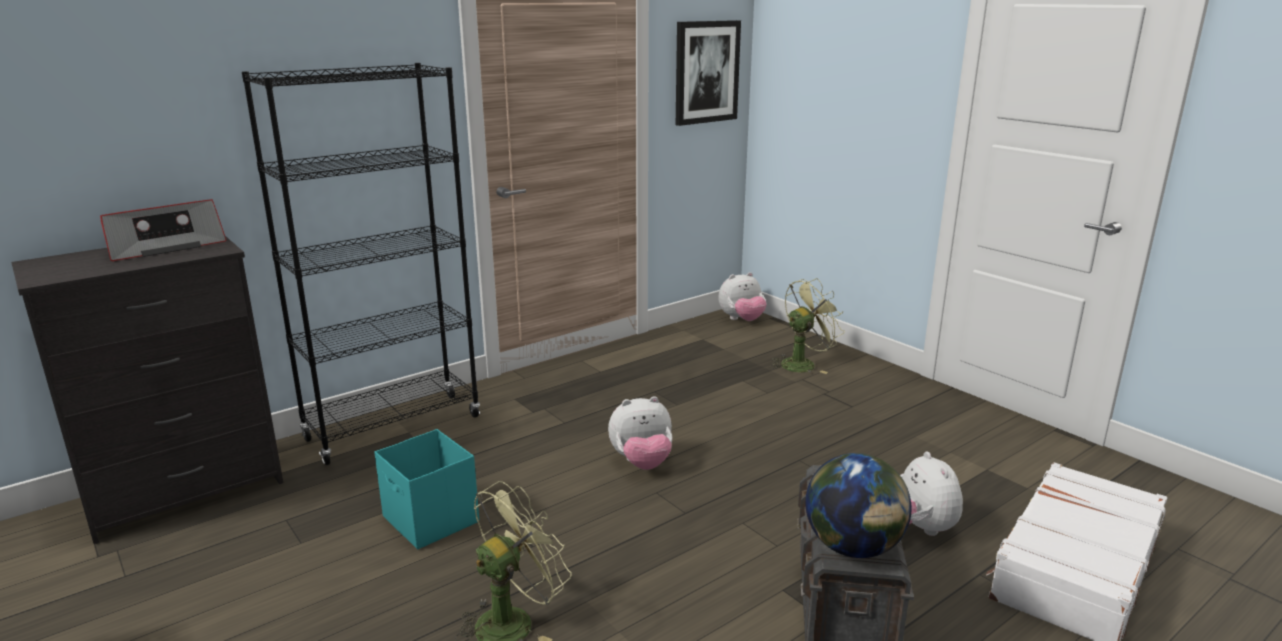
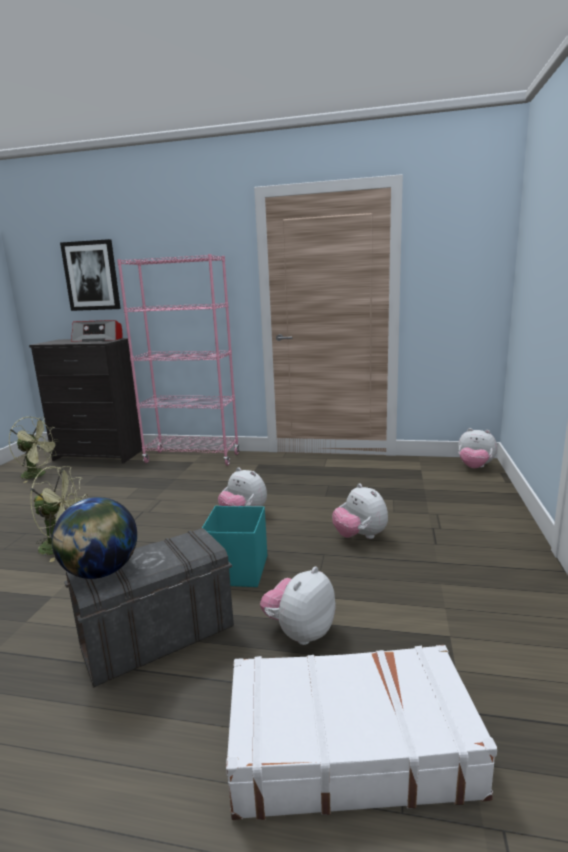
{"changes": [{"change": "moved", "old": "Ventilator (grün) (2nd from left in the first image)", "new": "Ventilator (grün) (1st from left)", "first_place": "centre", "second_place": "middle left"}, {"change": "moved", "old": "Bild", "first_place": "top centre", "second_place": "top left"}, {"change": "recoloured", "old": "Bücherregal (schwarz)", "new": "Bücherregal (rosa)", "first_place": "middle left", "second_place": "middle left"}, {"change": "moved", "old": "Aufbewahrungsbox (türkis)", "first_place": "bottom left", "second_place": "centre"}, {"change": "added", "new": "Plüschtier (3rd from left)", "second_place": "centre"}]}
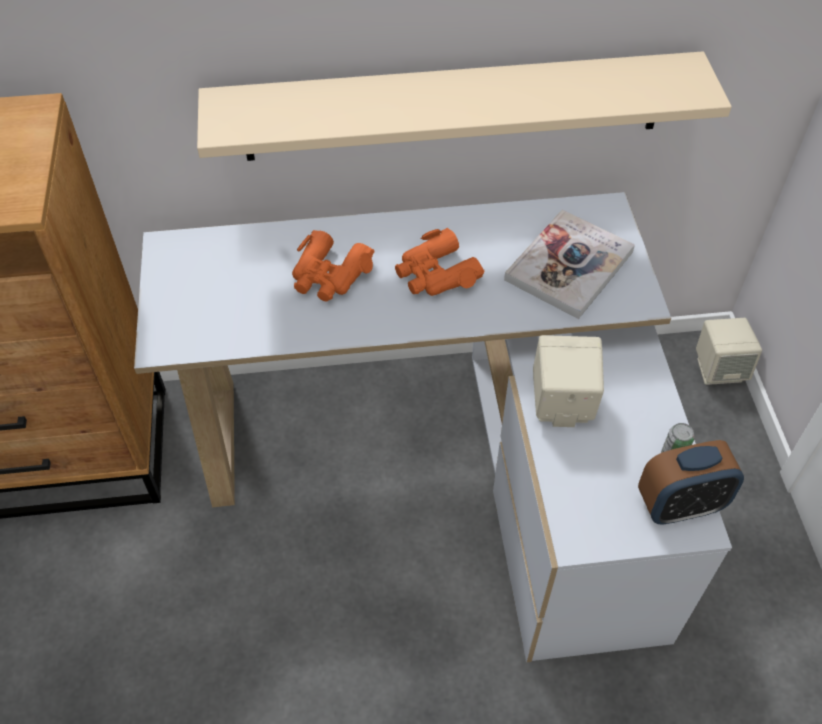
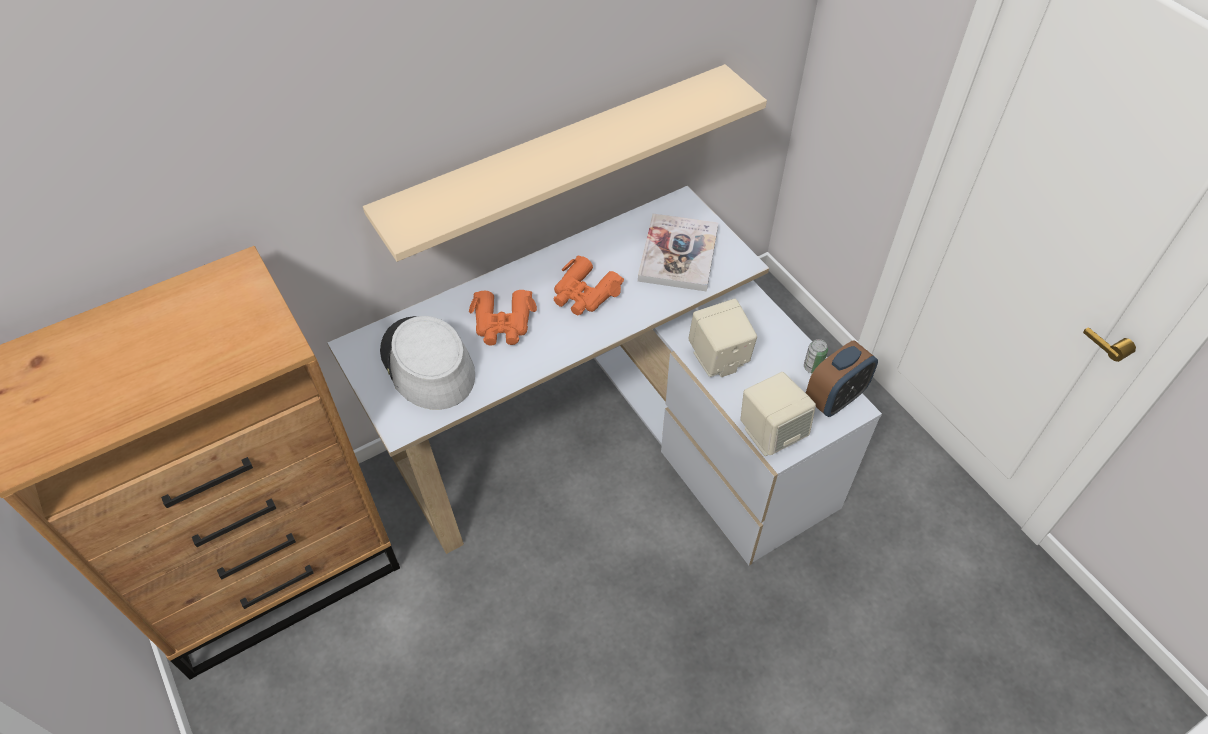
{"changes": [{"change": "added", "new": "Hut (grau)", "second_place": "centre"}, {"change": "moved", "old": "Lautsprecher (beige) (2nd from left)", "first_place": "middle right", "second_place": "centre"}]}
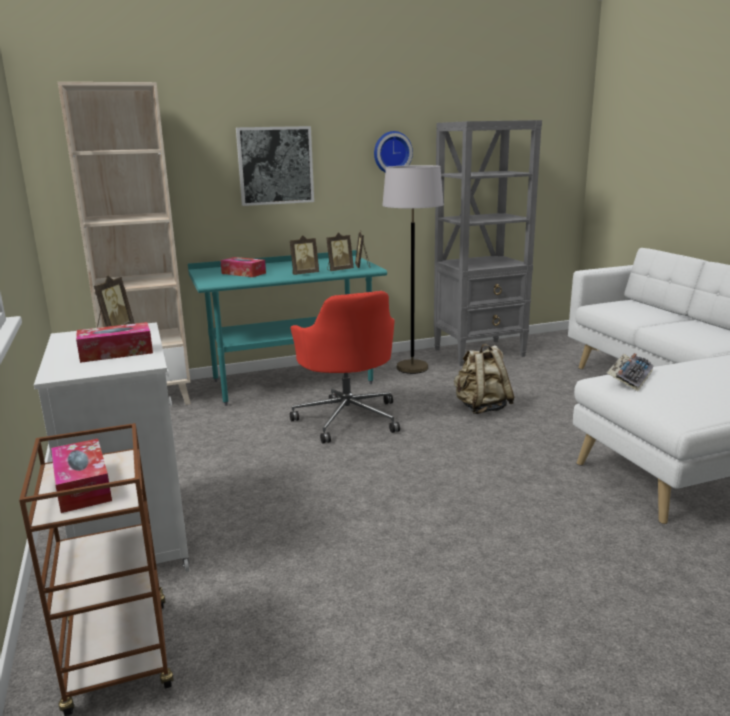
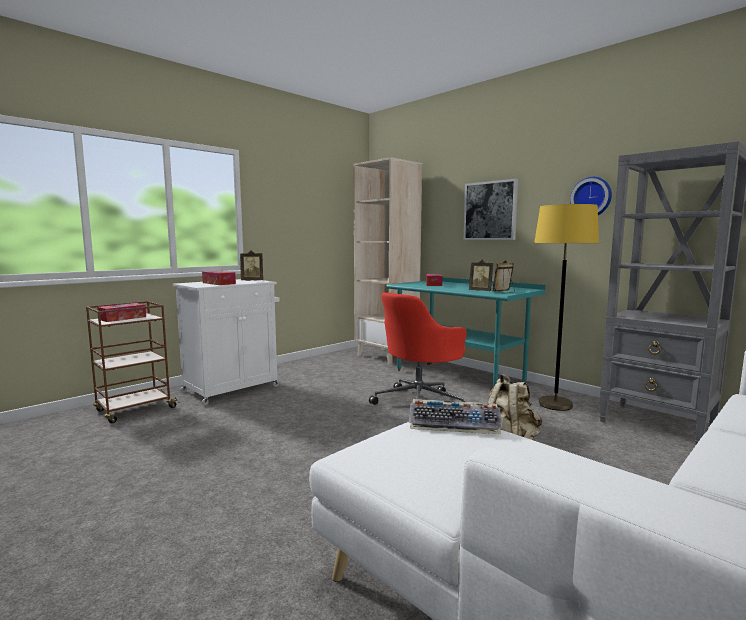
{"changes": [{"change": "recoloured", "old": "Stehlampe (grau)", "new": "Stehlampe (gelb)", "first_place": "centre", "second_place": "middle right"}, {"change": "removed", "old": "Bilderrahmen (2nd from left)", "first_place": "centre"}]}
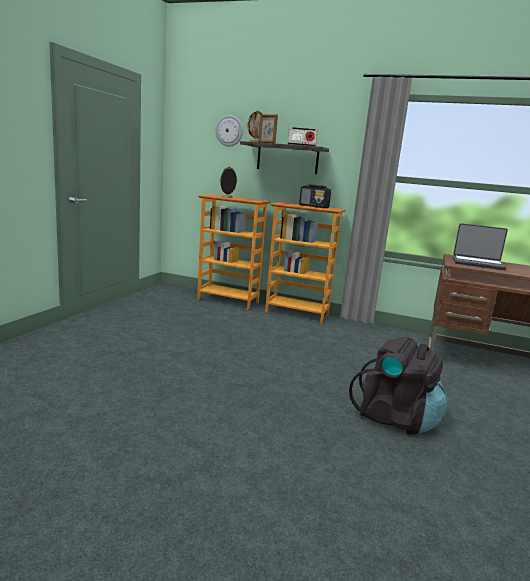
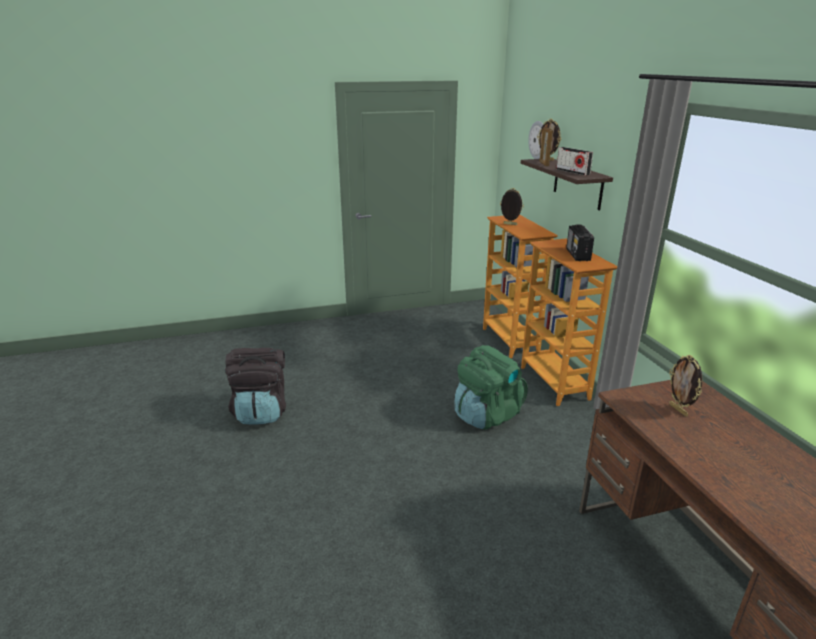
{"changes": [{"change": "moved", "old": "Rucksack (schwarz)", "first_place": "middle right", "second_place": "middle left"}, {"change": "added", "new": "Rucksack (grün)", "second_place": "centre"}, {"change": "replaced", "old": "Laptop", "new": "Bilderrahmen (4th from left)", "first_place": "middle right", "second_place": "middle right"}]}
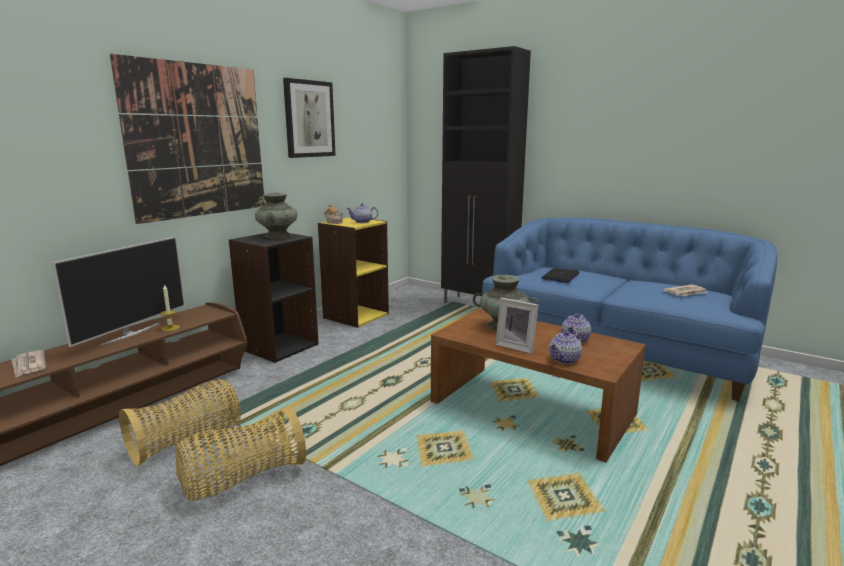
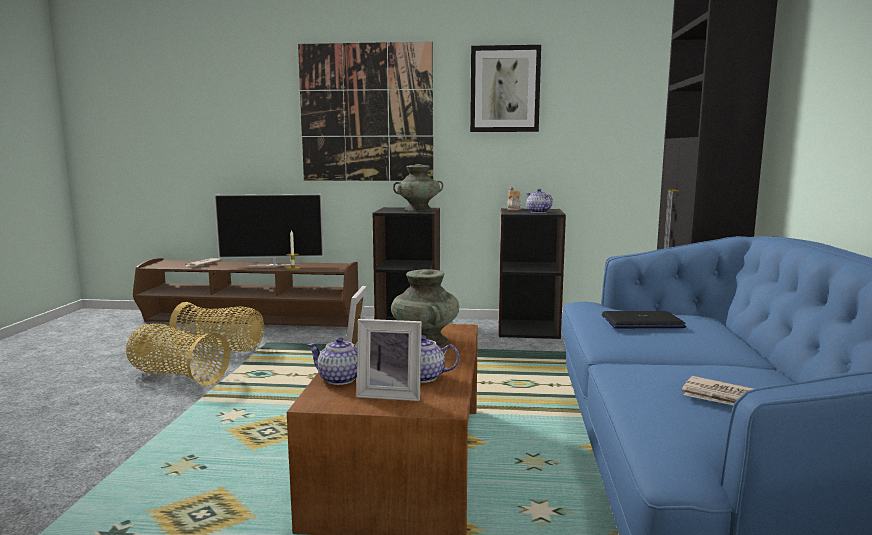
{"changes": [{"change": "added", "new": "Bilderrahmen (2nd from left)", "second_place": "bottom centre"}, {"change": "recoloured", "old": "Bücherregal (gelb)", "new": "Bücherregal (schwarz) (2nd from left)", "first_place": "centre", "second_place": "centre"}]}
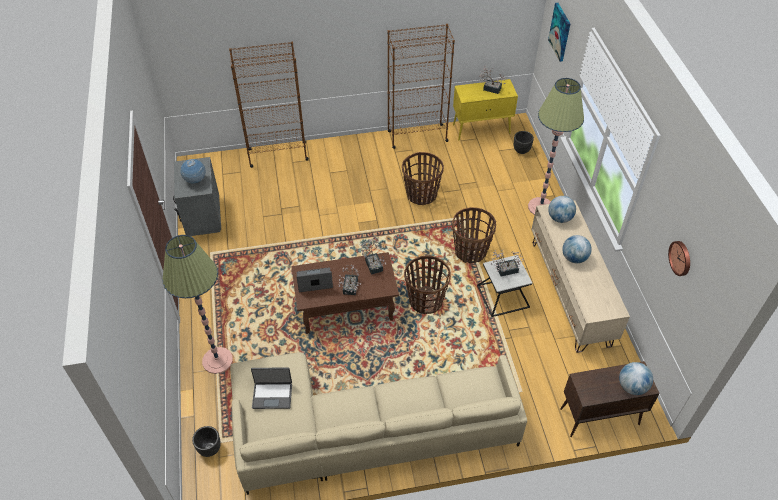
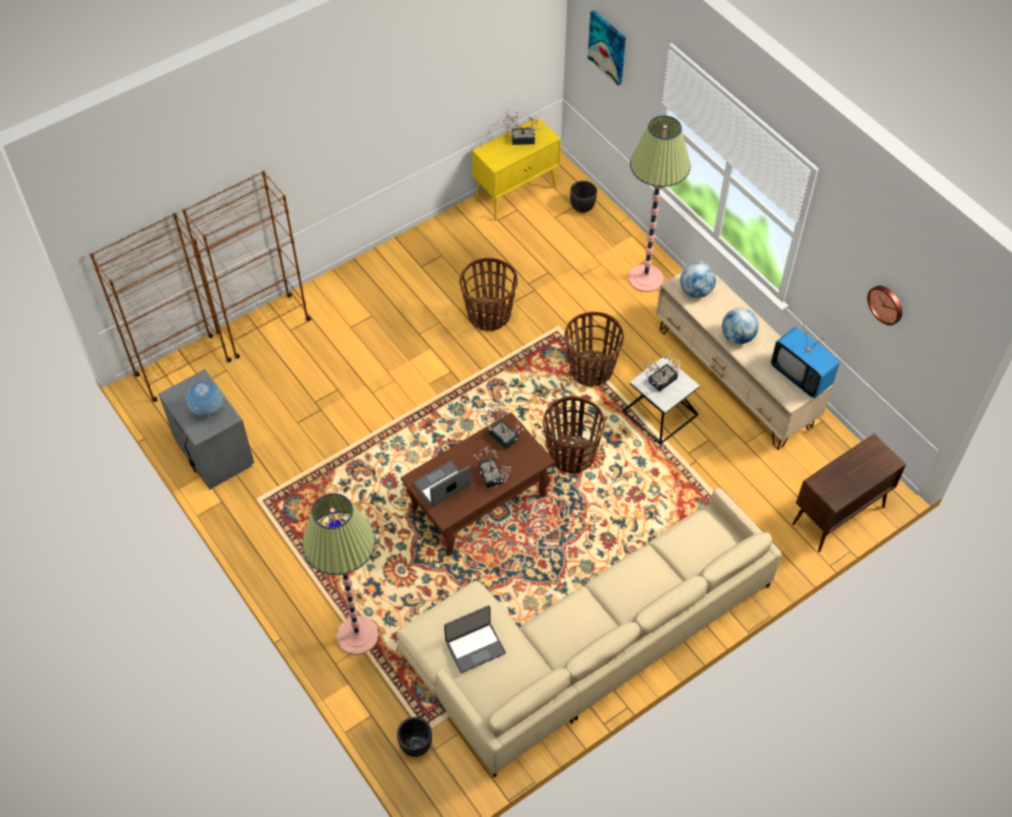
{"changes": [{"change": "moved", "old": "Bücherregal (braun) (2nd from left in the first image)", "new": "Bücherregal (braun) (1st from left)", "first_place": "top centre", "second_place": "middle left"}, {"change": "added", "new": "Fernseher", "second_place": "middle right"}, {"change": "removed", "old": "Globus (4th from left)", "first_place": "bottom right"}]}
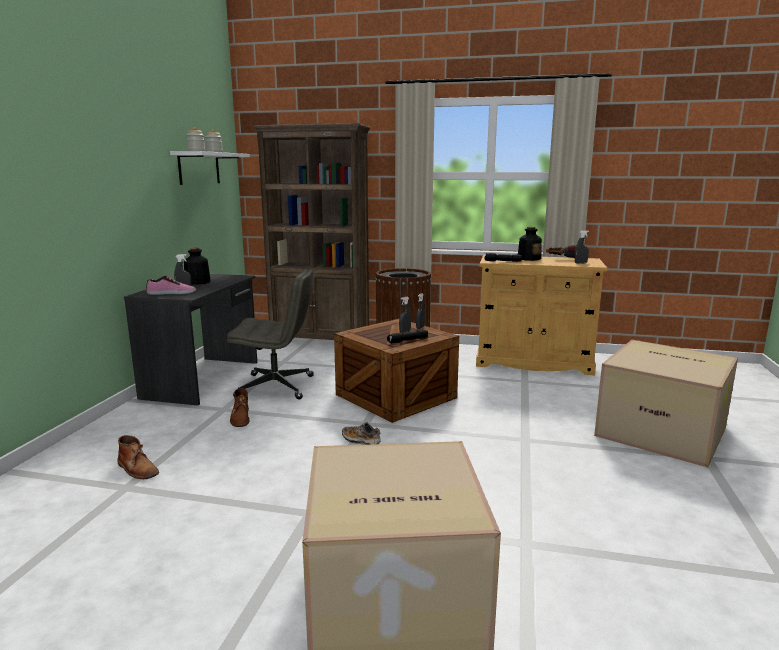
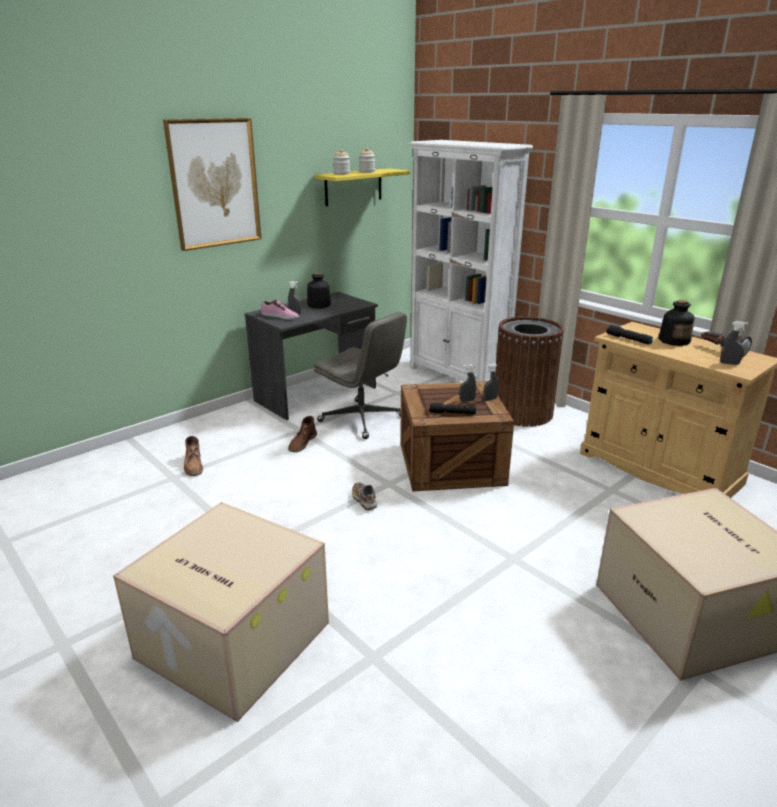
{"changes": [{"change": "added", "new": "Bild", "second_place": "top left"}, {"change": "recoloured", "old": "Wandregal (weiß)", "new": "Wandregal (gelb)", "first_place": "top left", "second_place": "top centre"}, {"change": "recoloured", "old": "Bücherregal (braun)", "new": "Bücherregal (weiß)", "first_place": "centre", "second_place": "top centre"}]}
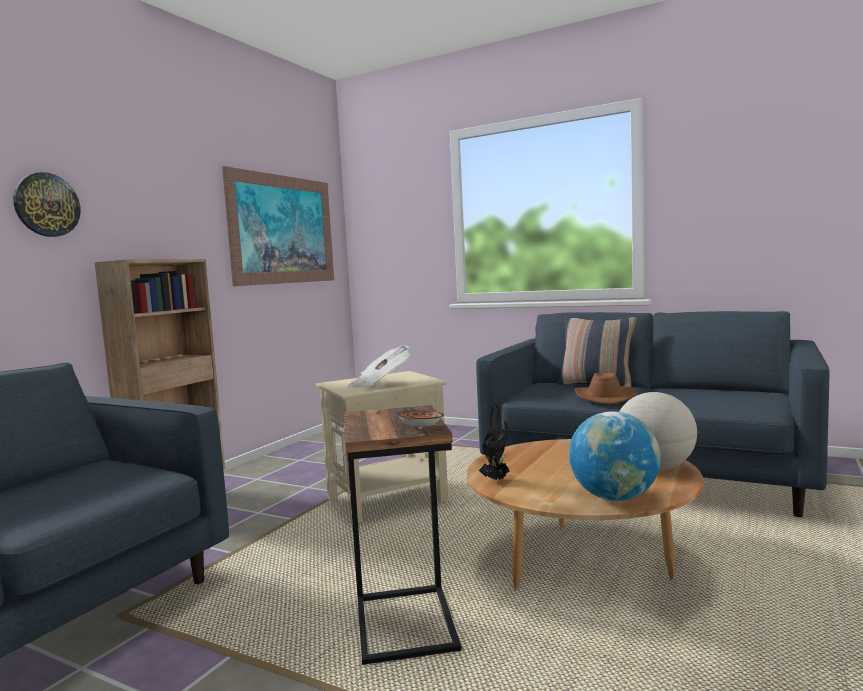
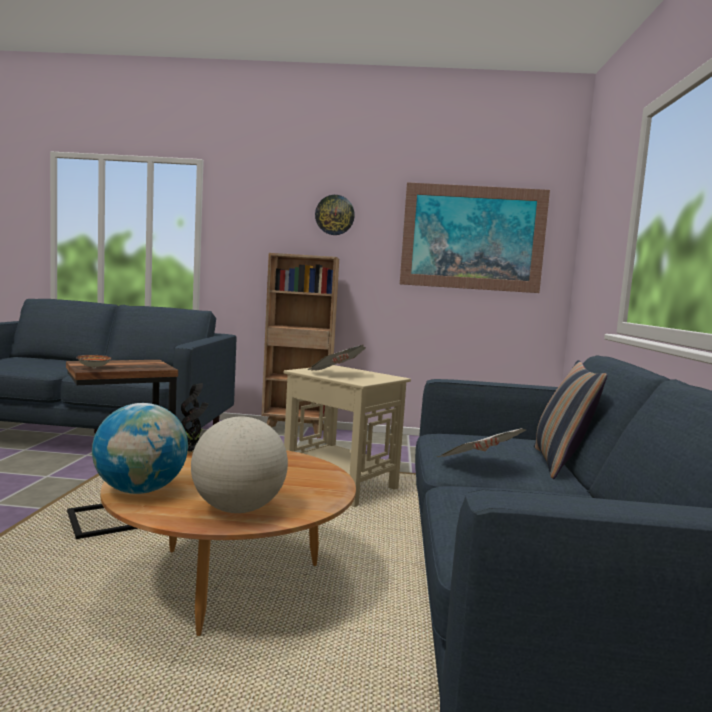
{"changes": [{"change": "moved", "old": "Wanduhr", "first_place": "top left", "second_place": "top centre"}, {"change": "replaced", "old": "Hut (braun)", "new": "Zeitung (2nd from left)", "first_place": "middle right", "second_place": "middle right"}]}
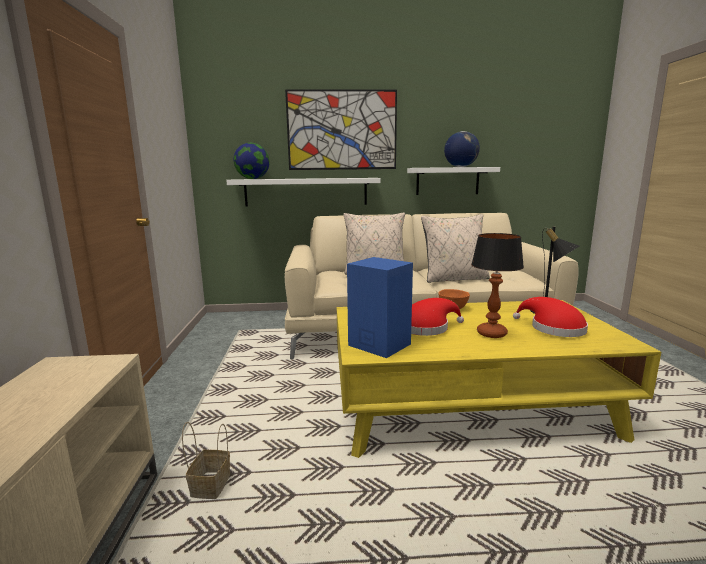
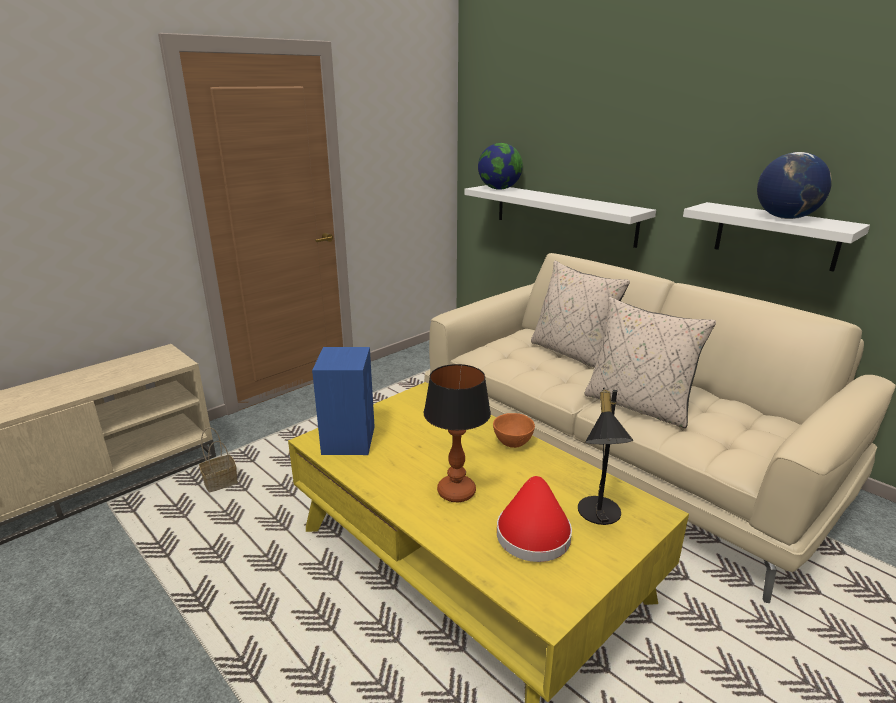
{"changes": [{"change": "removed", "old": "Bild", "first_place": "top centre"}, {"change": "removed", "old": "Hut (rot) (1st from left)", "first_place": "centre"}]}
